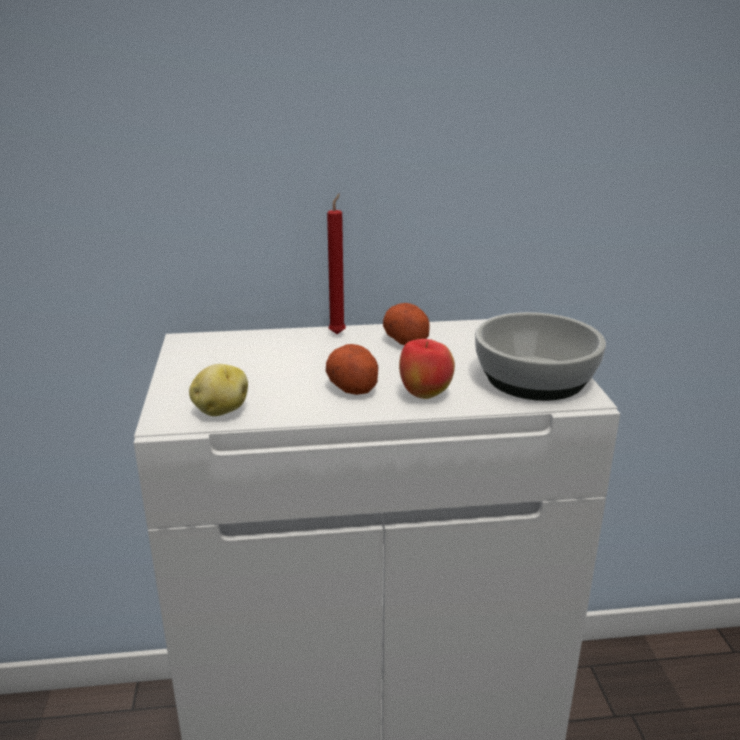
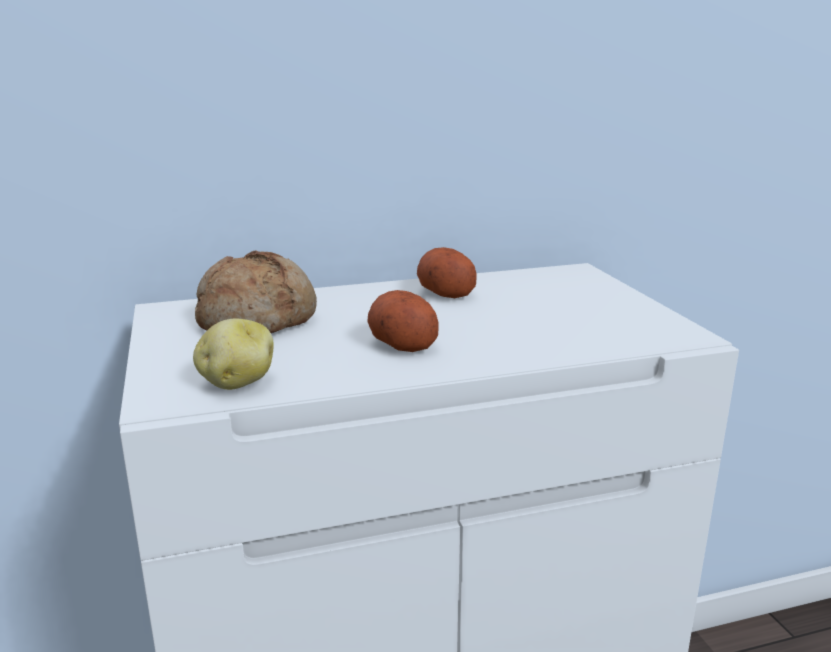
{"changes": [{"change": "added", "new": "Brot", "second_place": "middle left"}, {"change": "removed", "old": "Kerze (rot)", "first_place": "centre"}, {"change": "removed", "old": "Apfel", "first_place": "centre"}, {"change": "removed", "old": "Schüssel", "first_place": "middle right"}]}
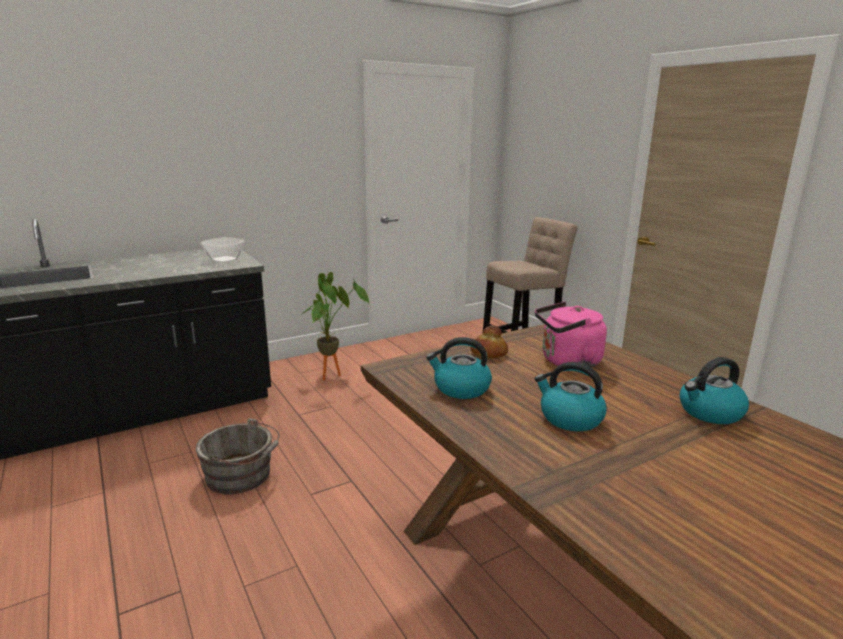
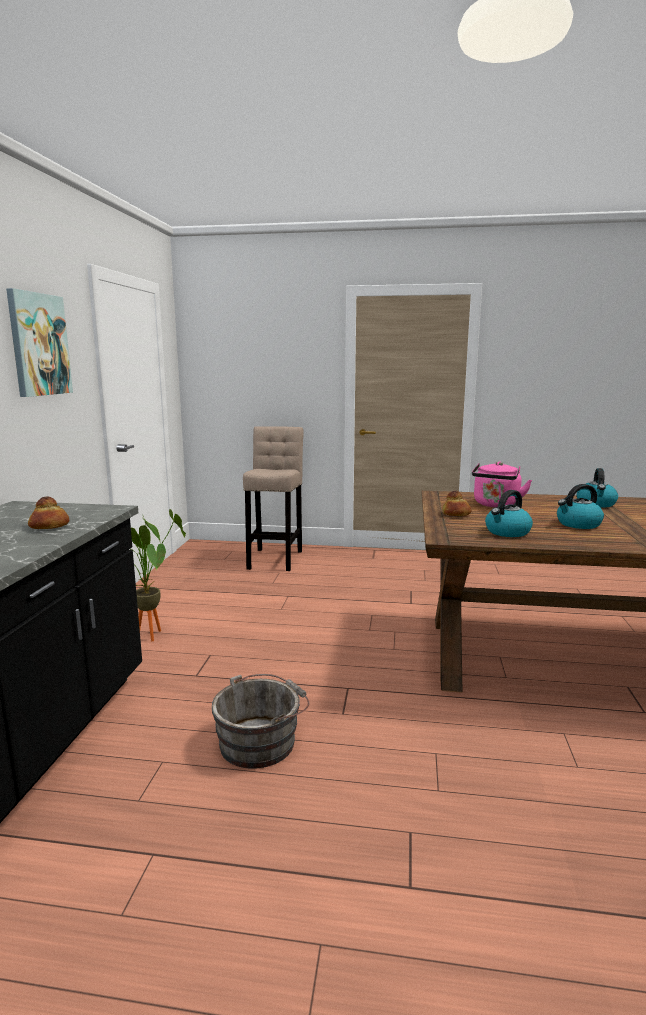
{"changes": [{"change": "added", "new": "Bild", "second_place": "middle left"}, {"change": "added", "new": "Brot (1st from left)", "second_place": "middle left"}, {"change": "removed", "old": "Schüssel", "first_place": "middle left"}]}
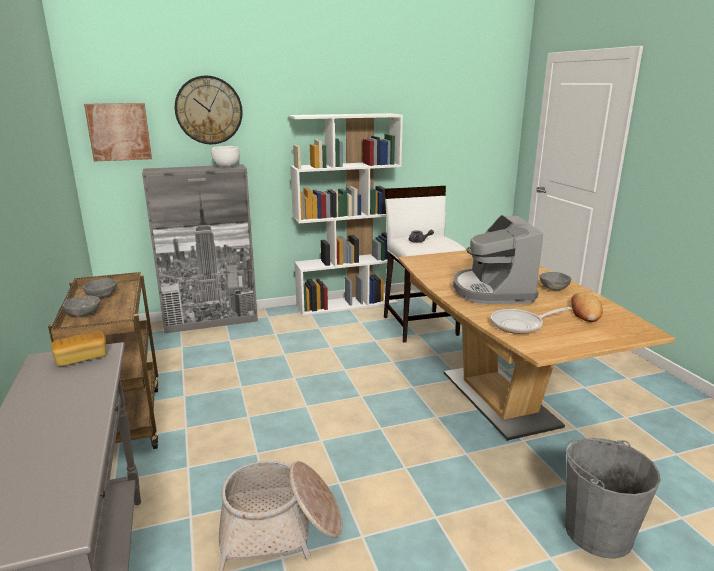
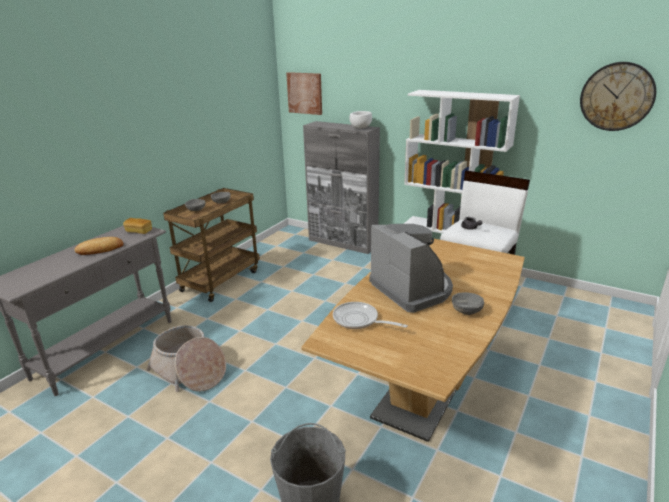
{"changes": [{"change": "moved", "old": "Brot (2nd from left in the first image)", "new": "Brot (1st from left)", "first_place": "middle right", "second_place": "middle left"}, {"change": "turned", "old": "Kaffeemaschine", "first_place": "middle right", "second_place": "centre", "degrees": 105}, {"change": "moved", "old": "Wanduhr", "first_place": "top left", "second_place": "top right"}]}
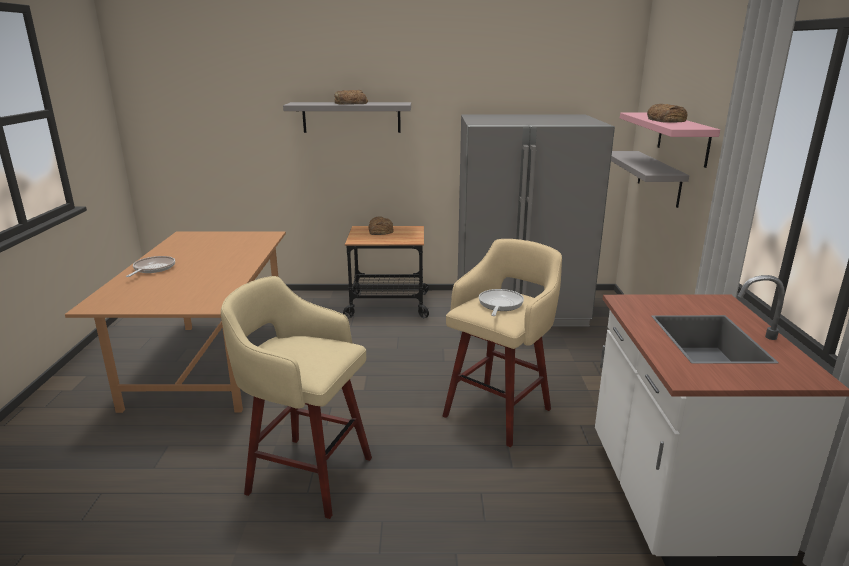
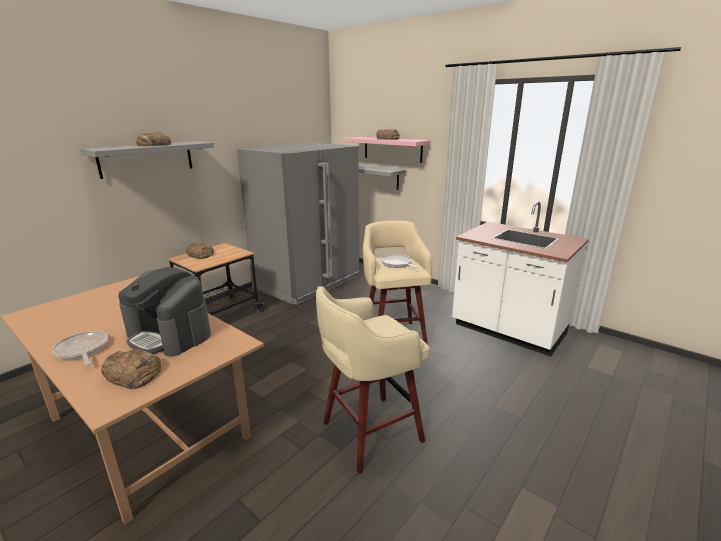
{"changes": [{"change": "added", "new": "Brot (1st from left)", "second_place": "bottom left"}, {"change": "added", "new": "Kaffeemaschine", "second_place": "middle left"}]}
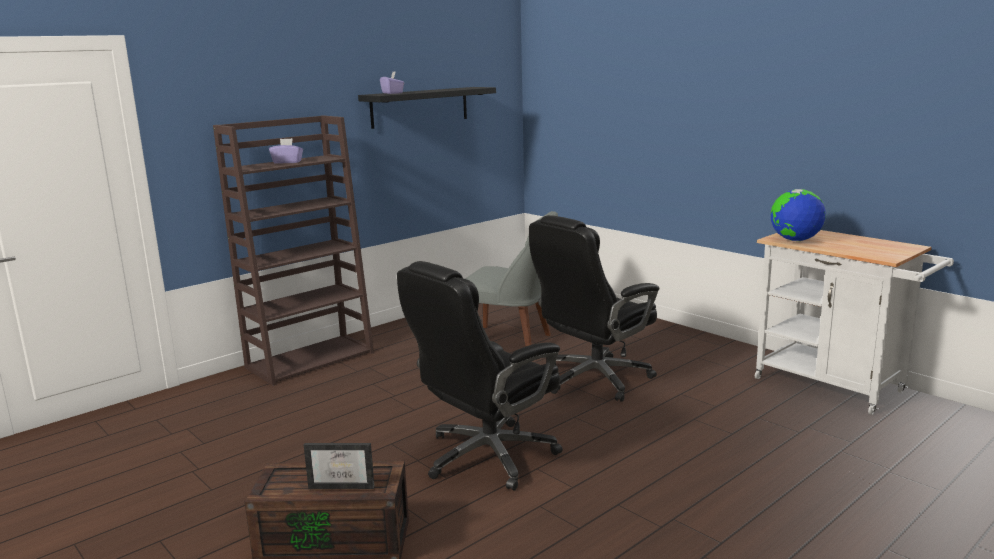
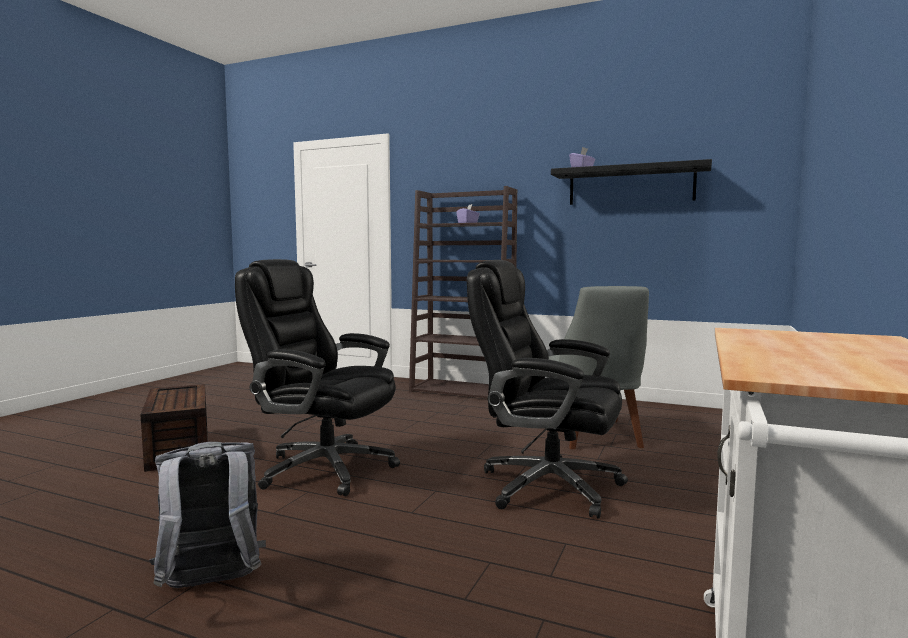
{"changes": [{"change": "added", "new": "Rucksack (grau)", "second_place": "bottom left"}, {"change": "removed", "old": "Bilderrahmen", "first_place": "bottom centre"}, {"change": "removed", "old": "Globus", "first_place": "middle right"}]}
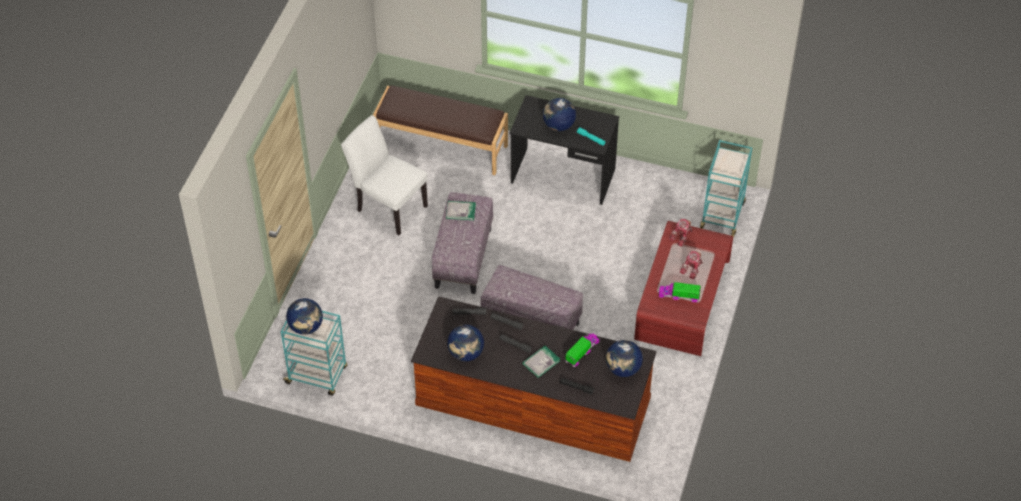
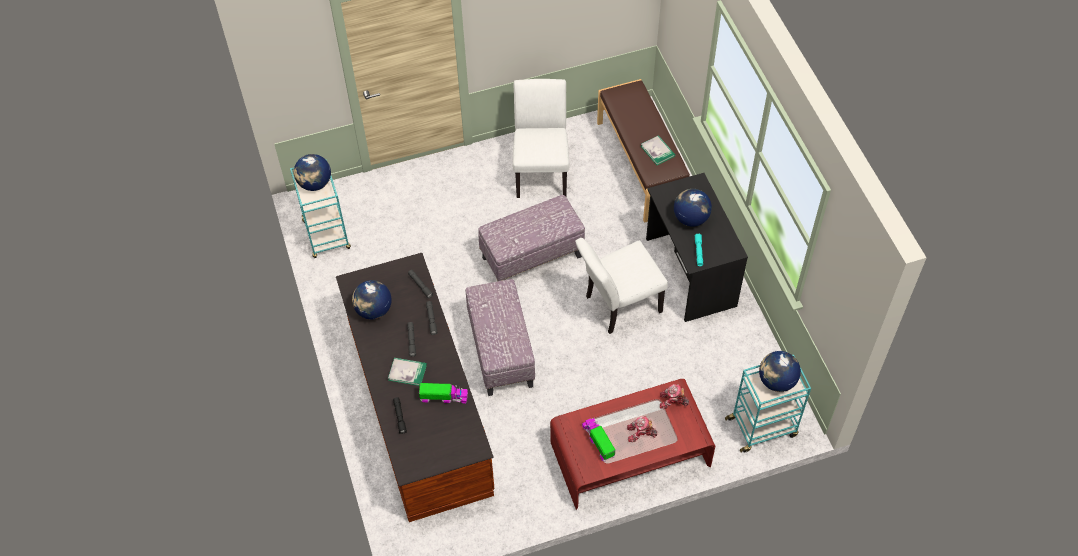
{"changes": [{"change": "added", "new": "Stuhl (weiß) (2nd from left)", "second_place": "centre"}, {"change": "moved", "old": "Buch (1st from left in the first image)", "new": "Buch (2nd from left)", "first_place": "centre", "second_place": "top centre"}, {"change": "moved", "old": "Globus (4th from left)", "first_place": "bottom centre", "second_place": "bottom right"}]}
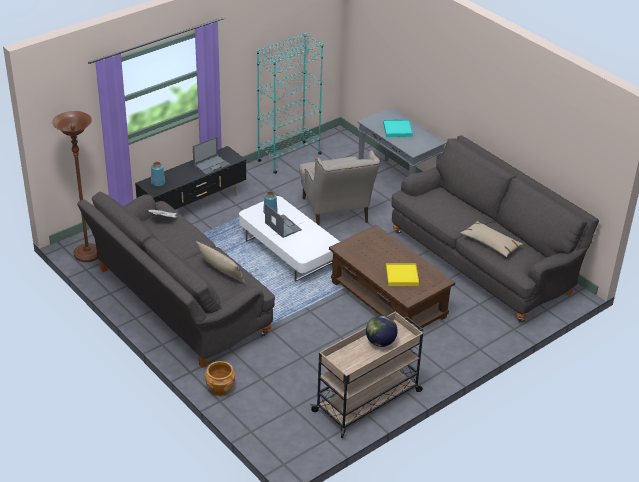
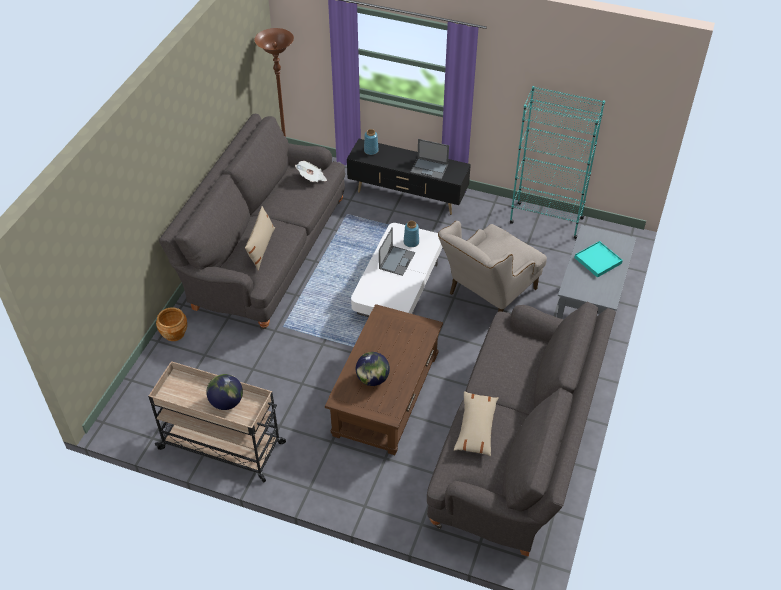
{"changes": [{"change": "replaced", "old": "Tablett (gelb)", "new": "Globus (2nd from left)", "first_place": "centre", "second_place": "centre"}]}
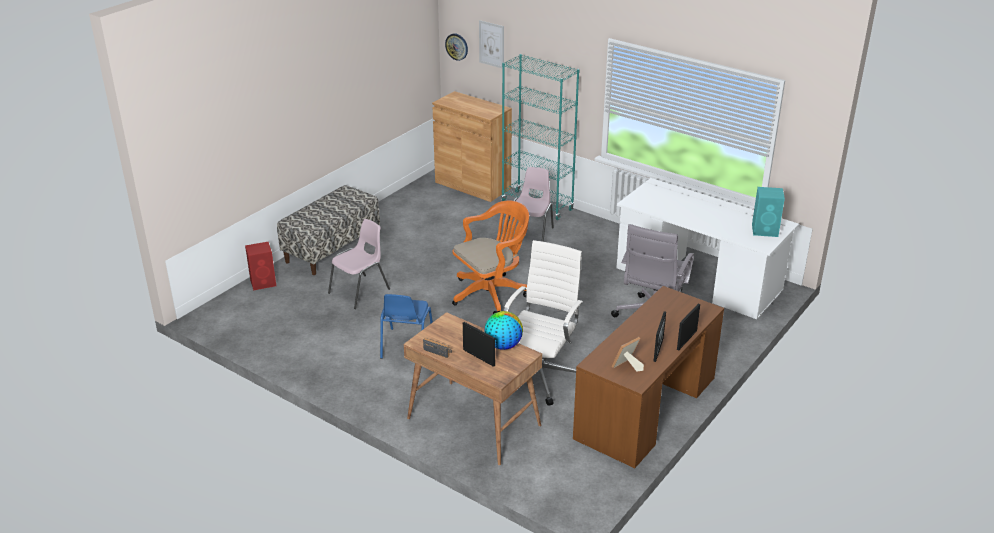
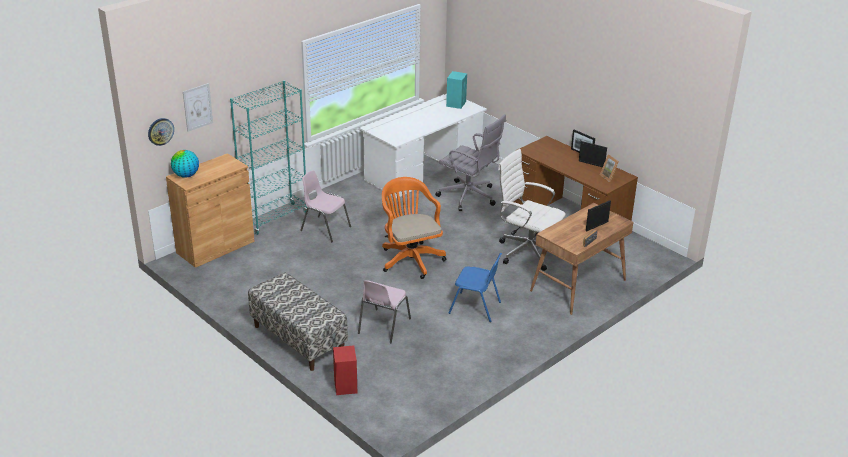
{"changes": [{"change": "moved", "old": "Globus", "first_place": "centre", "second_place": "middle left"}, {"change": "turned", "old": "Stuhl (rosa) (1st from left in the first image)", "first_place": "centre", "second_place": "bottom centre", "degrees": -120}]}
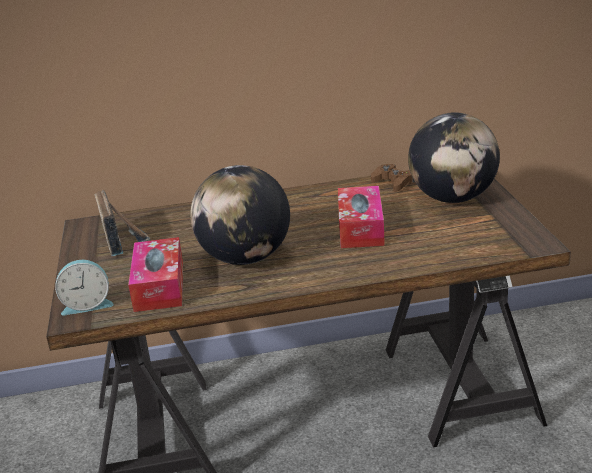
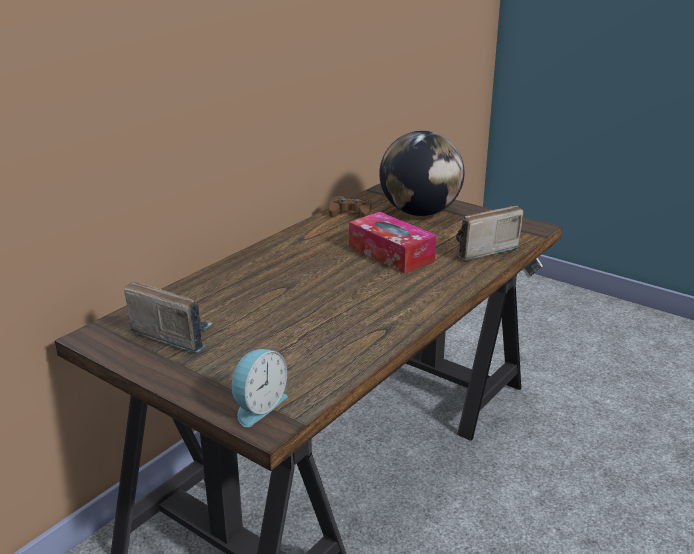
{"changes": [{"change": "added", "new": "Radio (2nd from left)", "second_place": "middle right"}, {"change": "removed", "old": "Taschentuchbox (1st from left)", "first_place": "middle left"}, {"change": "removed", "old": "Globus (1st from left)", "first_place": "centre"}]}
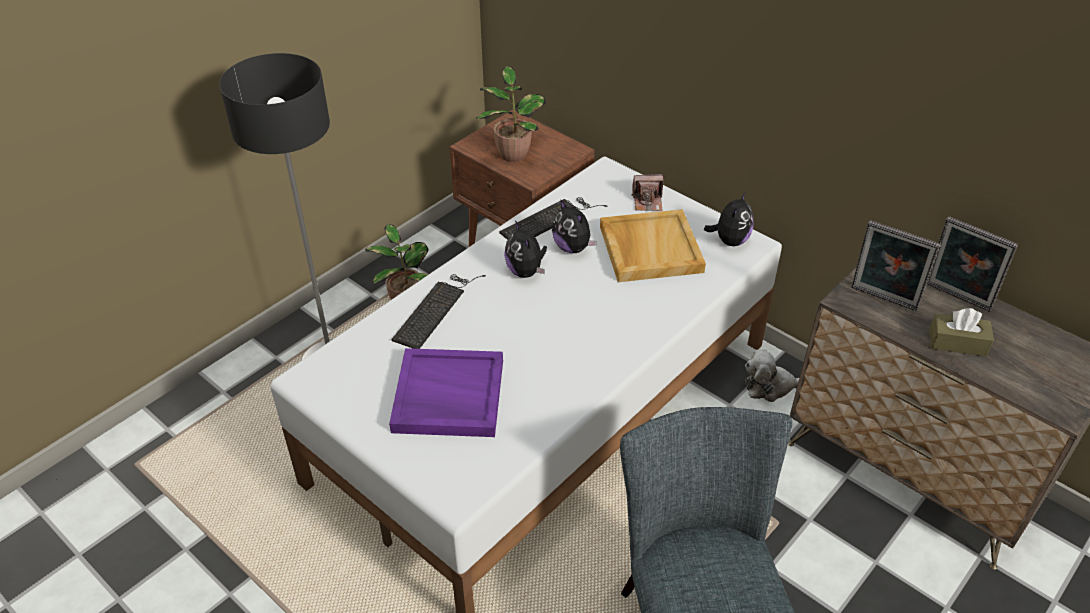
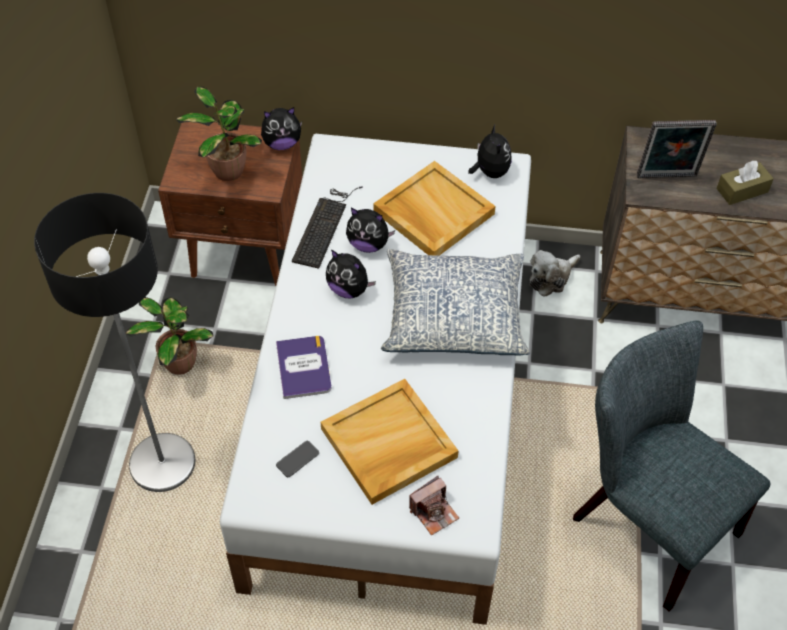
{"changes": [{"change": "added", "new": "Plüschtier (1st from left)", "second_place": "top centre"}, {"change": "replaced", "old": "Tastatur (1st from left)", "new": "Buch", "first_place": "centre", "second_place": "centre"}, {"change": "added", "new": "Handy", "second_place": "bottom centre"}, {"change": "recoloured", "old": "Tablett (lila)", "new": "Tablett (beige) (1st from left)", "first_place": "centre", "second_place": "bottom centre"}, {"change": "added", "new": "Kissen", "second_place": "centre"}, {"change": "moved", "old": "Kamera", "first_place": "top centre", "second_place": "bottom centre"}, {"change": "removed", "old": "Bilderrahmen (2nd from left)", "first_place": "middle right"}]}
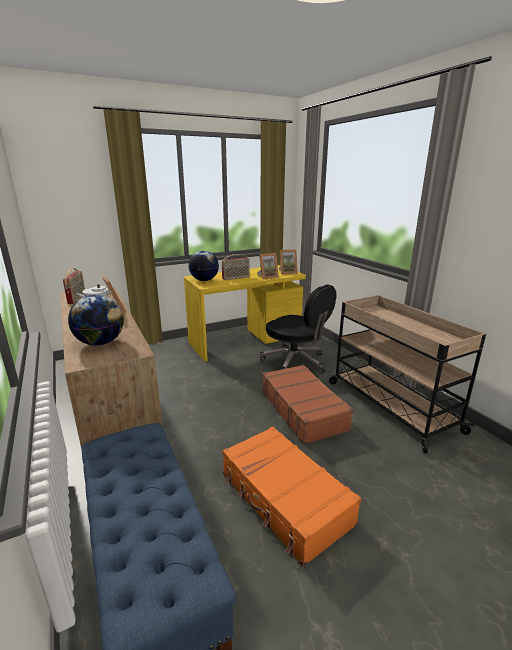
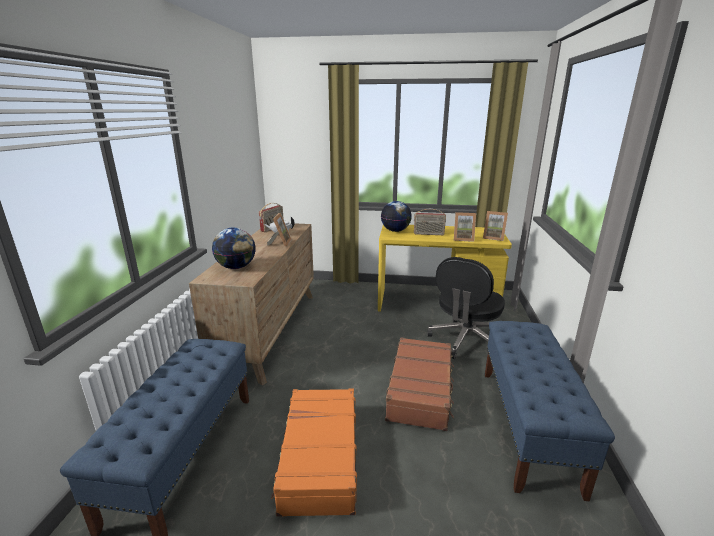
{"changes": [{"change": "turned", "old": "Bürostuhl (schwarz)", "first_place": "centre", "second_place": "centre", "degrees": 45}, {"change": "replaced", "old": "Rollwagen (beige)", "new": "Bank (blau) (2nd from left)", "first_place": "middle right", "second_place": "bottom right"}]}
